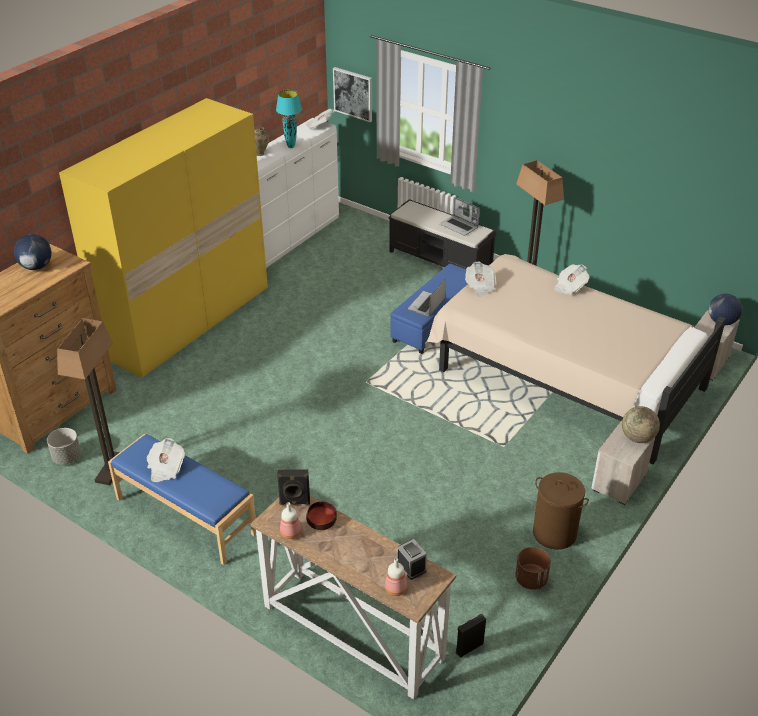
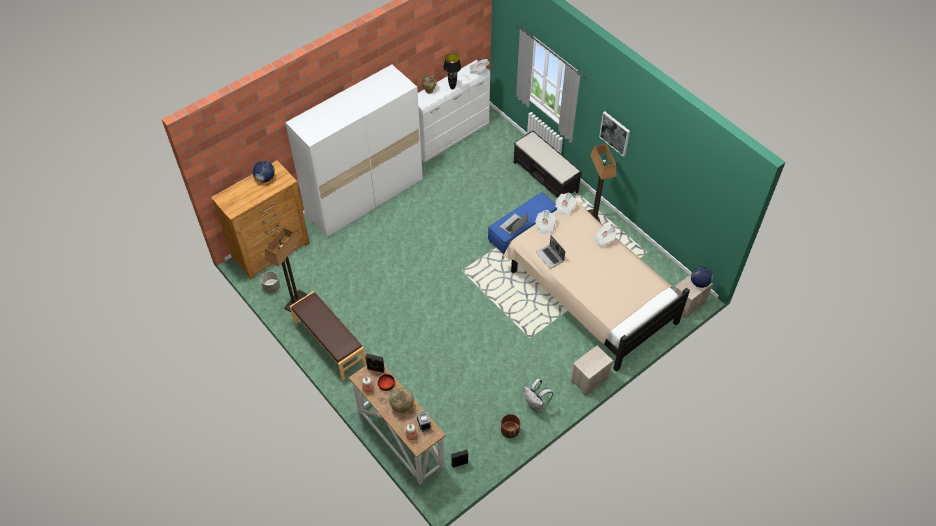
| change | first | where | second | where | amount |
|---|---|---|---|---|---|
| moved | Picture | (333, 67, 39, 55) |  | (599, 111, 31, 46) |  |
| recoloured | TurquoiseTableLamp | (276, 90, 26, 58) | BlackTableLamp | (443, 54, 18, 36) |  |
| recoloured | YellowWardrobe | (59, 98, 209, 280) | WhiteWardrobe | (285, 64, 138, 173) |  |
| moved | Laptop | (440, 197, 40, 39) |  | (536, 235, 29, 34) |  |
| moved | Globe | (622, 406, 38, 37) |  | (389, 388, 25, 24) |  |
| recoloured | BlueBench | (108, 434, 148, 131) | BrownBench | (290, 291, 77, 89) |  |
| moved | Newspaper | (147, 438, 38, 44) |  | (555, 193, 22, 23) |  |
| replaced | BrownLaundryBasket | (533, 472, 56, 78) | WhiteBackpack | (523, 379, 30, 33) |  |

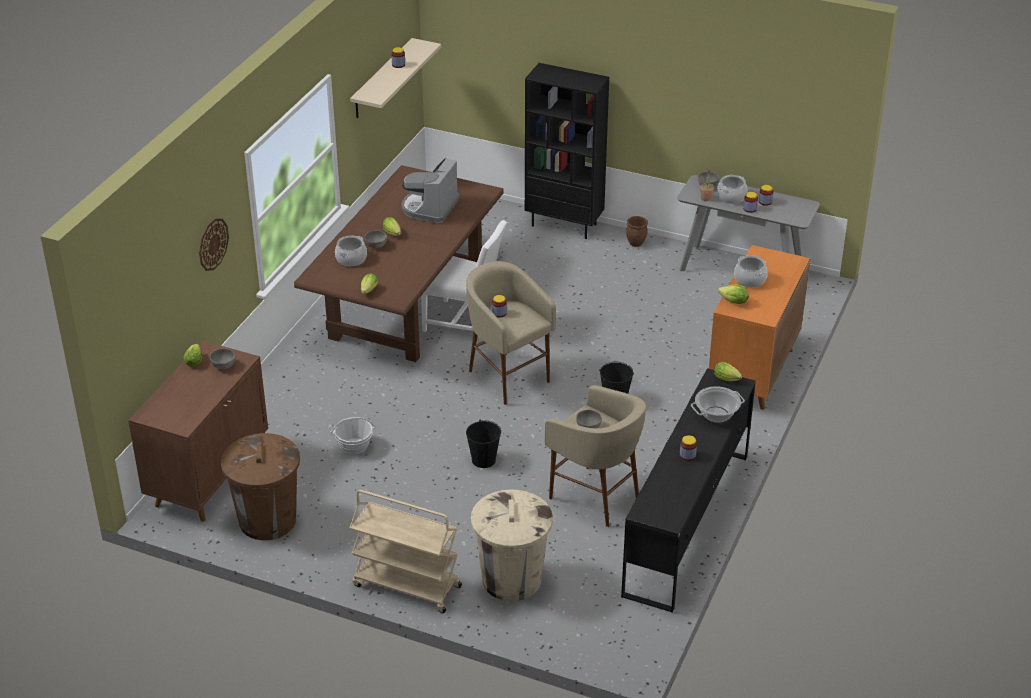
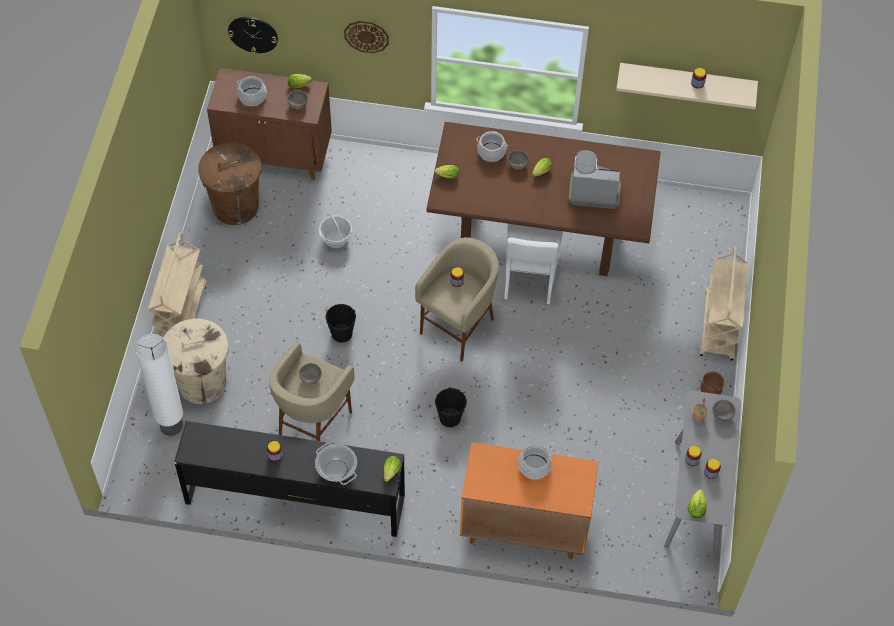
| change | first | where | second | where | amount |
|---|---|---|---|---|---|
| replaced | BlackBookcase | (525, 63, 84, 176) | BeigeCart | (699, 246, 49, 115) |  |
| moved | CookingPot | (717, 175, 31, 29) |  | (237, 76, 30, 30) |  |
| moved | Lettuce | (718, 284, 31, 20) |  | (687, 489, 20, 30) |  |
| added |  |  | WallClock | (228, 17, 50, 37) |  |
| added |  |  | WhiteFloorLamp | (135, 334, 48, 102) |  |

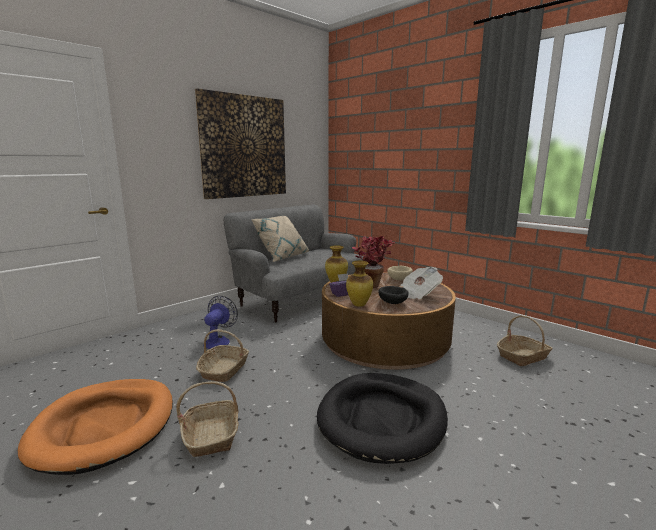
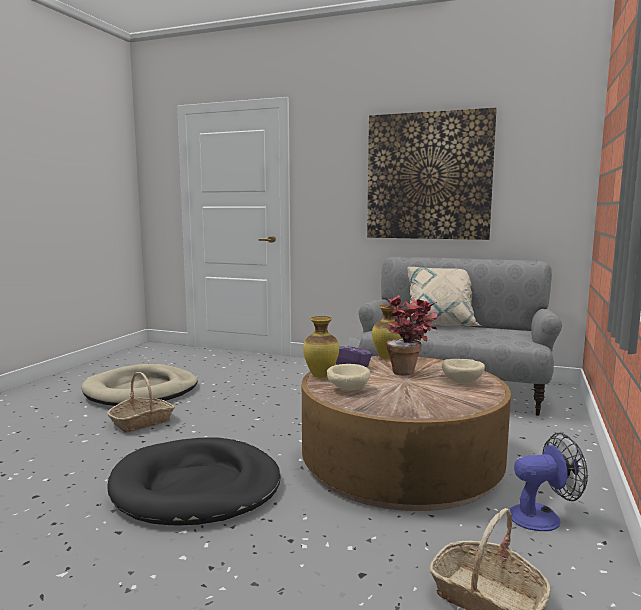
| change | first | where | second | where | amount |
|---|---|---|---|---|---|
| removed | Newspaper | (400, 267, 43, 32) |  |  |  |
| recoloured | BlackBowl | (378, 286, 31, 18) | BeigeBowl | (327, 364, 43, 26) |  |
| moved | Fan | (204, 296, 34, 53) |  | (509, 433, 79, 98) |  |
| removed | Basket | (196, 329, 53, 53) |  |  |  |
| recoloured | OrangeDogBed | (18, 379, 155, 96) | BeigeDogBed | (81, 364, 117, 42) |  |

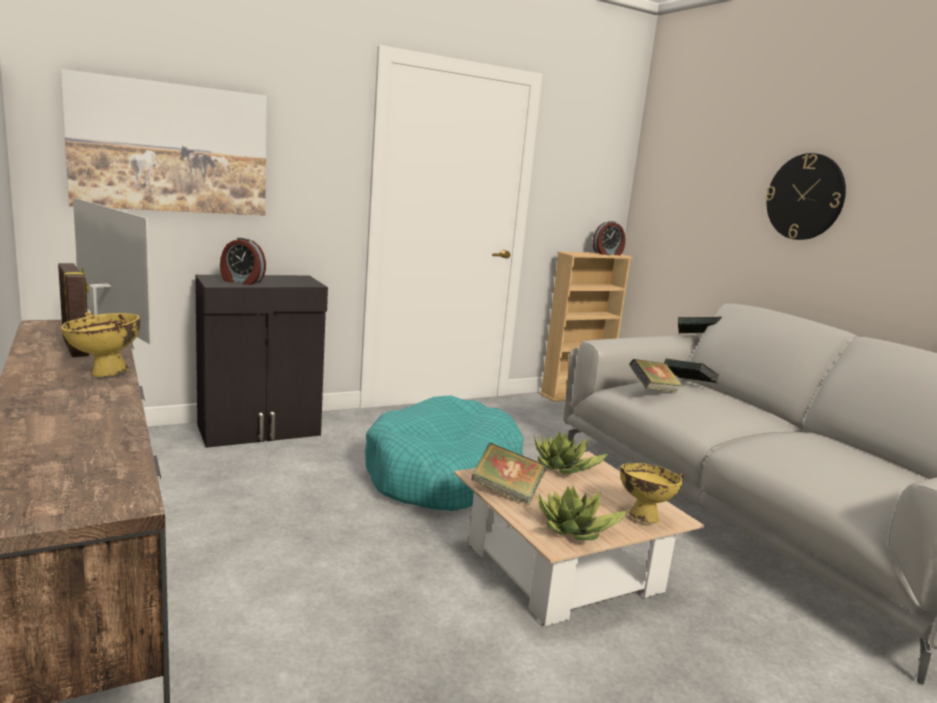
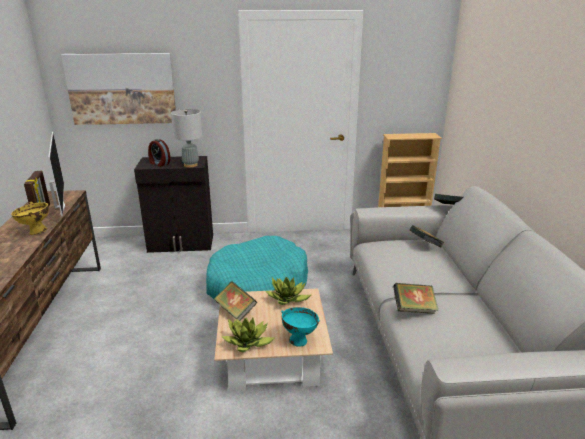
| change | first | where | second | where | amount |
|---|---|---|---|---|---|
| removed | WallClock | (766, 153, 80, 87) |  |  |  |
| removed | AlarmClock | (592, 221, 33, 34) |  |  |  |
| moved | Book | (629, 359, 54, 34) |  | (393, 283, 45, 31) |  |
| recoloured | YellowBowl | (620, 463, 64, 60) | TurquoiseBowl | (281, 307, 39, 40) |  |
| added |  |  | GreyTableLamp | (171, 109, 32, 58) |  |

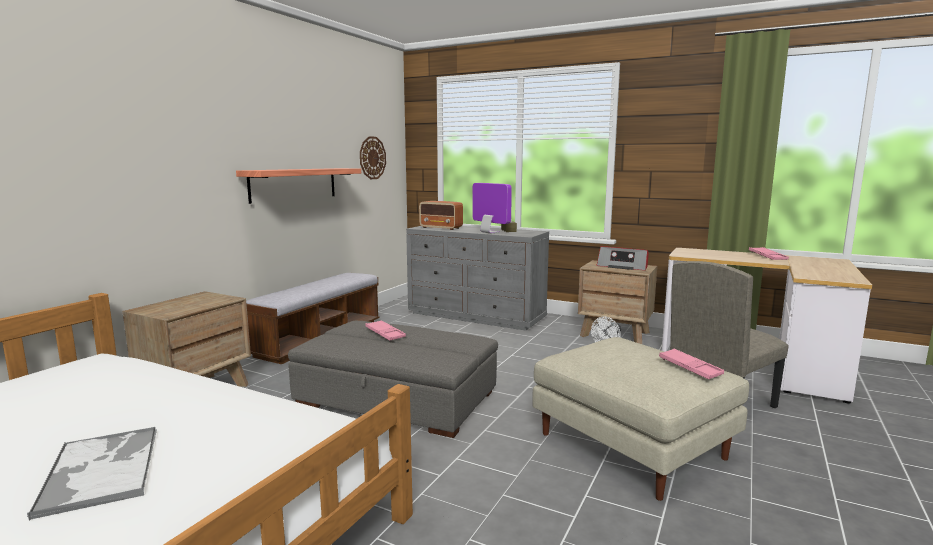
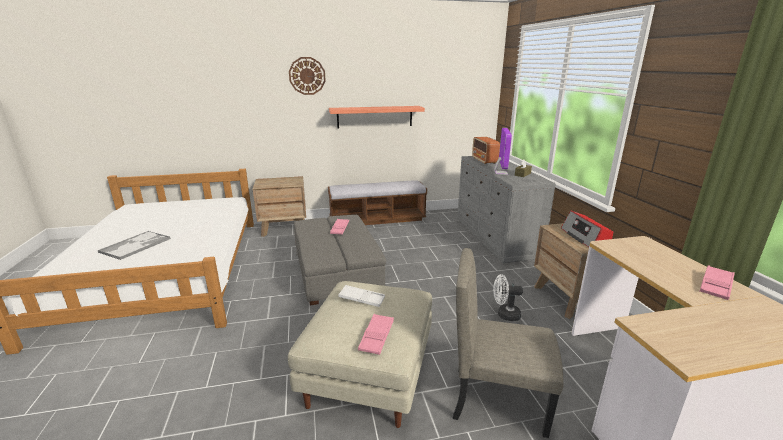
| change | first | where | second | where | amount |
|---|---|---|---|---|---|
| moved | WallClock | (360, 136, 26, 43) |  | (289, 57, 37, 38) |  |
| added |  |  | WhiteTray | (338, 285, 47, 22) |  |

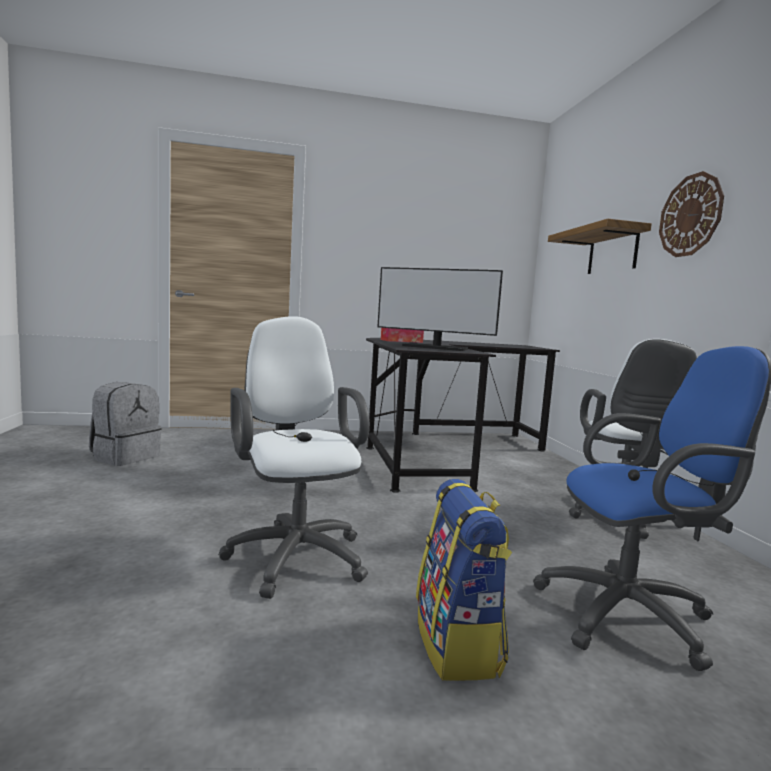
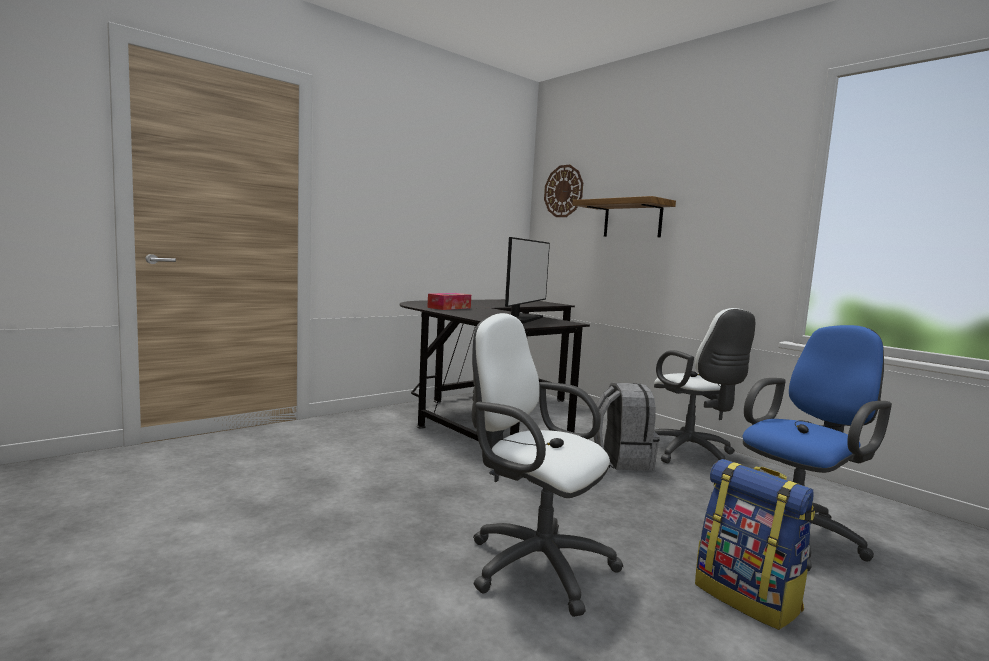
| change | first | where | second | where | amount |
|---|---|---|---|---|---|
| moved | WallClock | (659, 171, 65, 86) |  | (544, 165, 39, 52) |  |
| turned | Monitor | (377, 267, 126, 84) |  | (505, 237, 45, 86) | 60 degrees counterclockwise |
| moved | GreyBackpack | (89, 382, 73, 84) |  | (592, 383, 68, 88) |  |

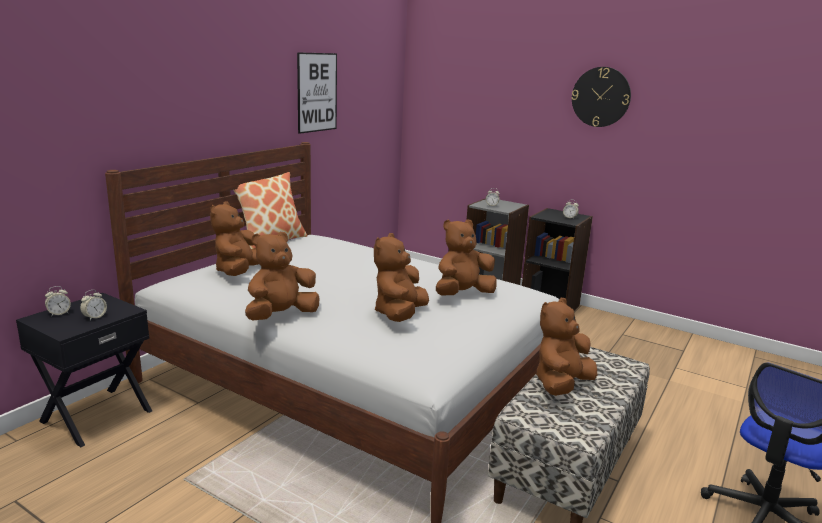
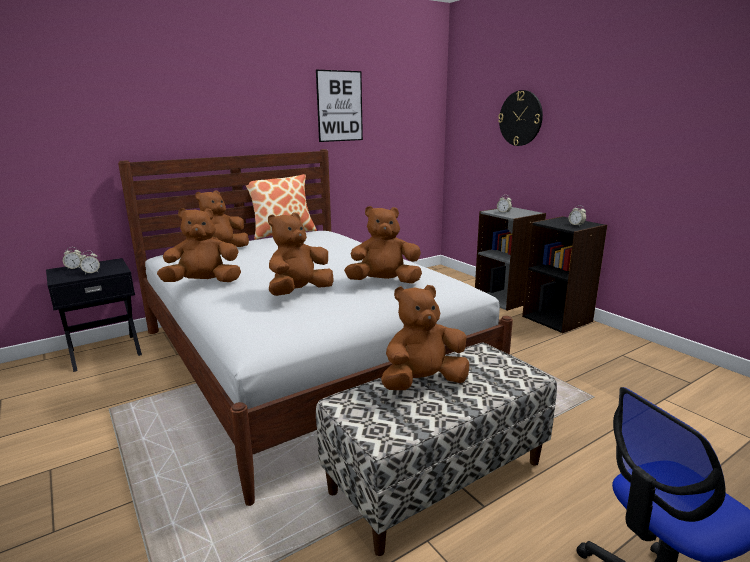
| change | first | where | second | where | amount |
|---|---|---|---|---|---|
| moved | WallClock | (572, 67, 59, 60) |  | (498, 90, 45, 56) |  |

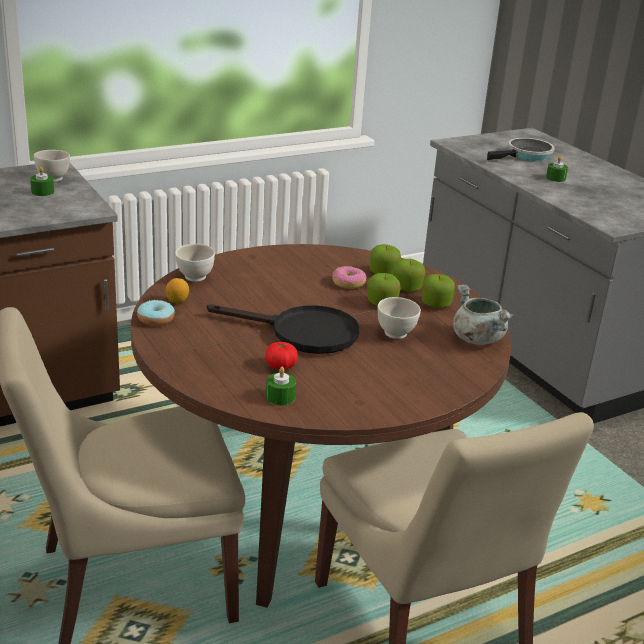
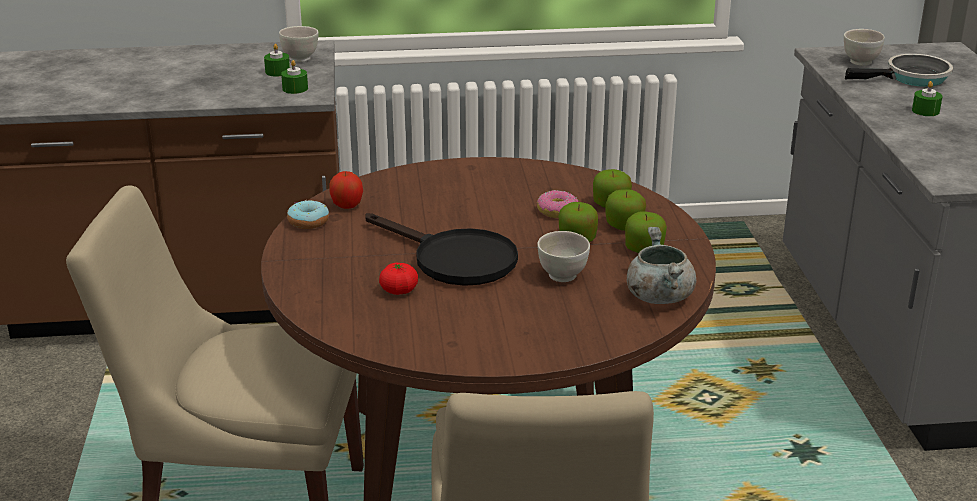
| change | first | where | second | where | amount |
|---|---|---|---|---|---|
| moved | WhiteBowl | (175, 244, 40, 38) |  | (844, 29, 41, 37) |  |
| replaced | Lemon | (166, 278, 23, 25) | Apple | (329, 171, 34, 38) |  |
| moved | GreenCandle | (266, 367, 30, 38) |  | (281, 60, 27, 34) |  |

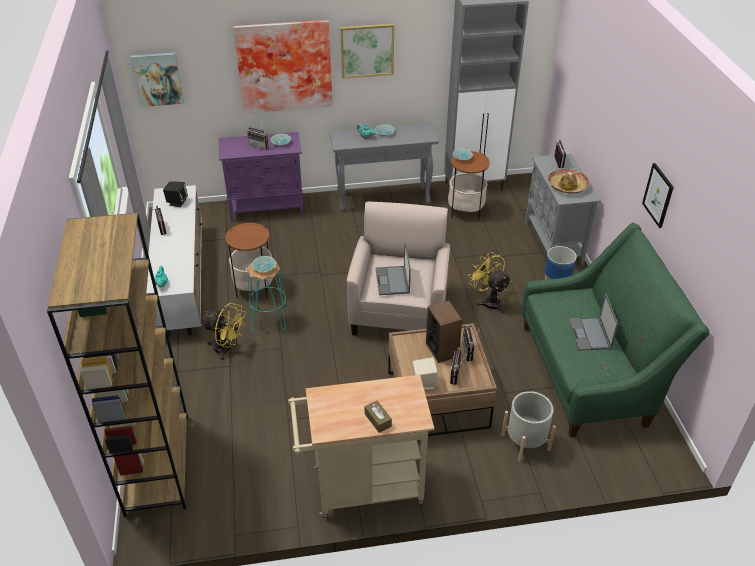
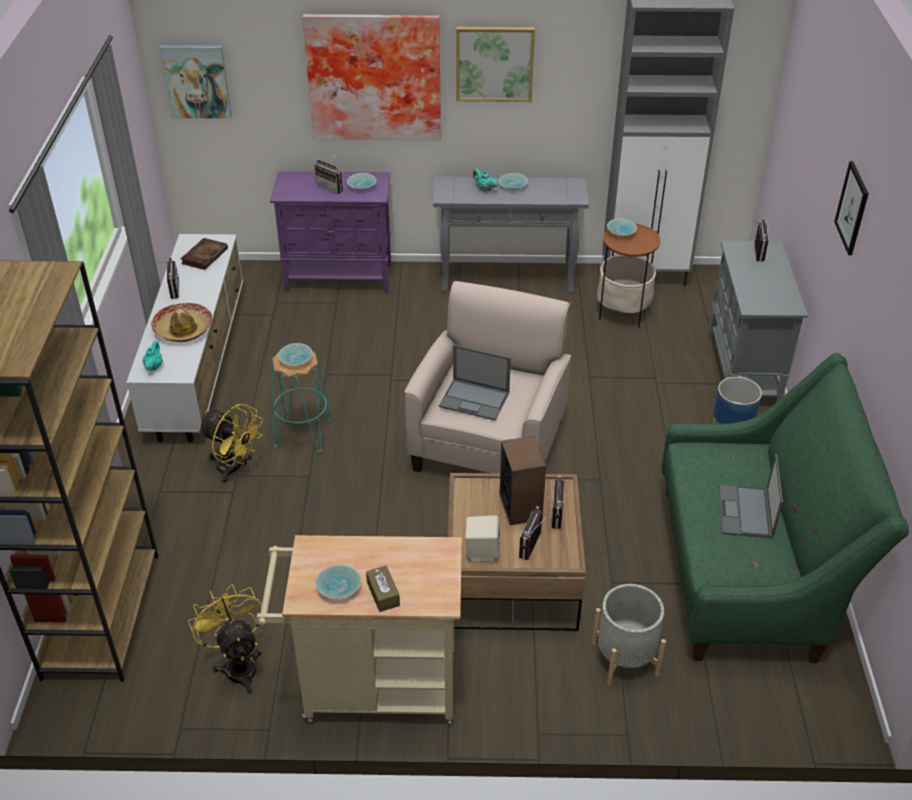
| change | first | where | second | where | amount |
|---|---|---|---|---|---|
| moved | Picture | (642, 163, 32, 65) |  | (834, 161, 35, 94) |  |
| moved | Hat | (548, 169, 42, 25) |  | (151, 303, 61, 39) |  |
| replaced | BlackSpeaker | (163, 181, 25, 26) | Book | (180, 238, 48, 32) |  |
| removed | SideTable | (225, 223, 48, 76) |  |  |  |
| turned | Laptop | (375, 242, 36, 53) |  | (439, 345, 72, 75) | 75 degrees counterclockwise |
| moved | YellowFan | (468, 252, 43, 61) |  | (188, 584, 74, 110) |  |
| added |  |  | TurquoiseBowl | (315, 565, 46, 34) |  |

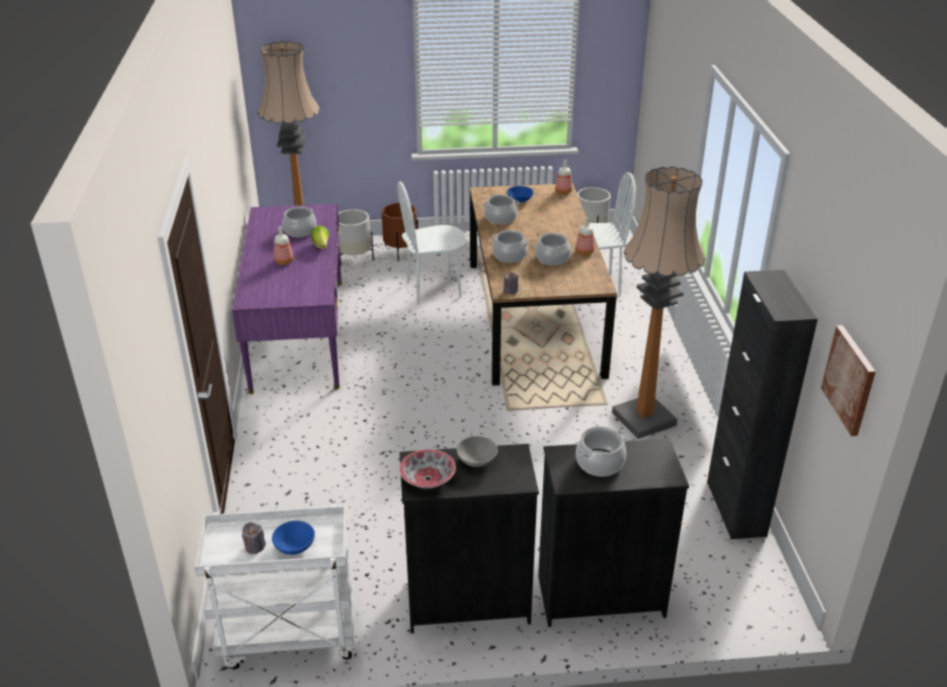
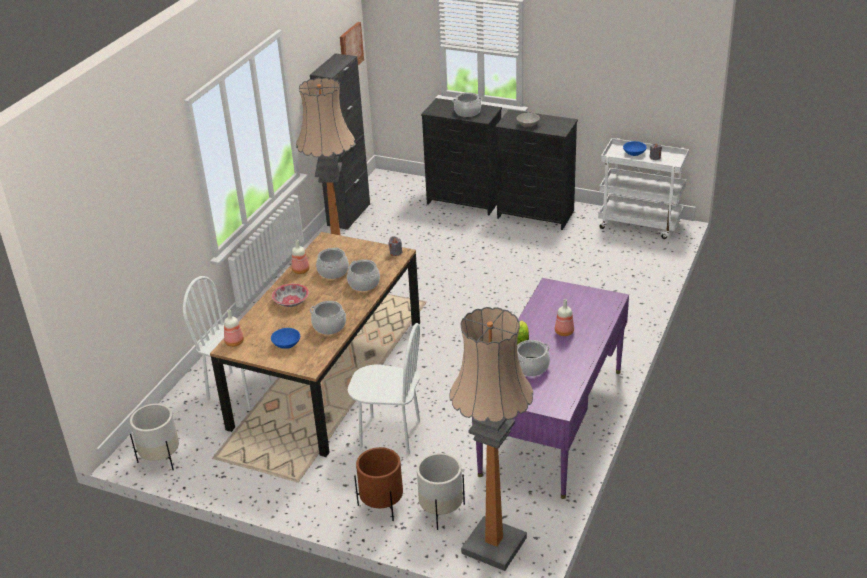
| change | first | where | second | where | amount |
|---|---|---|---|---|---|
| moved | Bowl | (399, 449, 57, 40) |  | (272, 284, 37, 23) |  |

